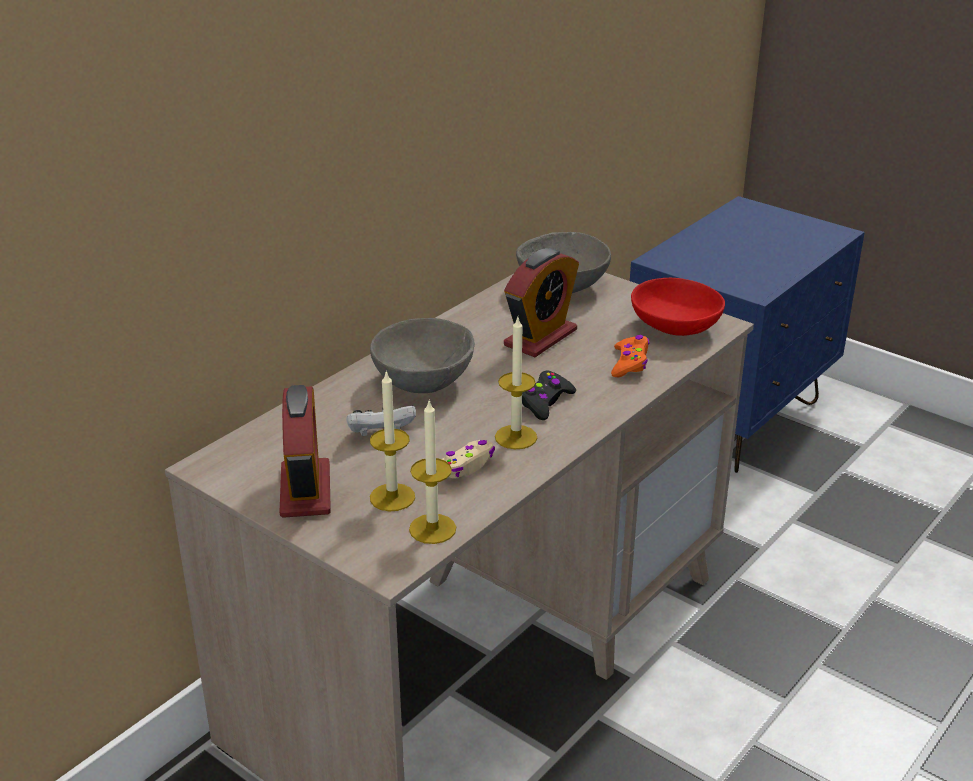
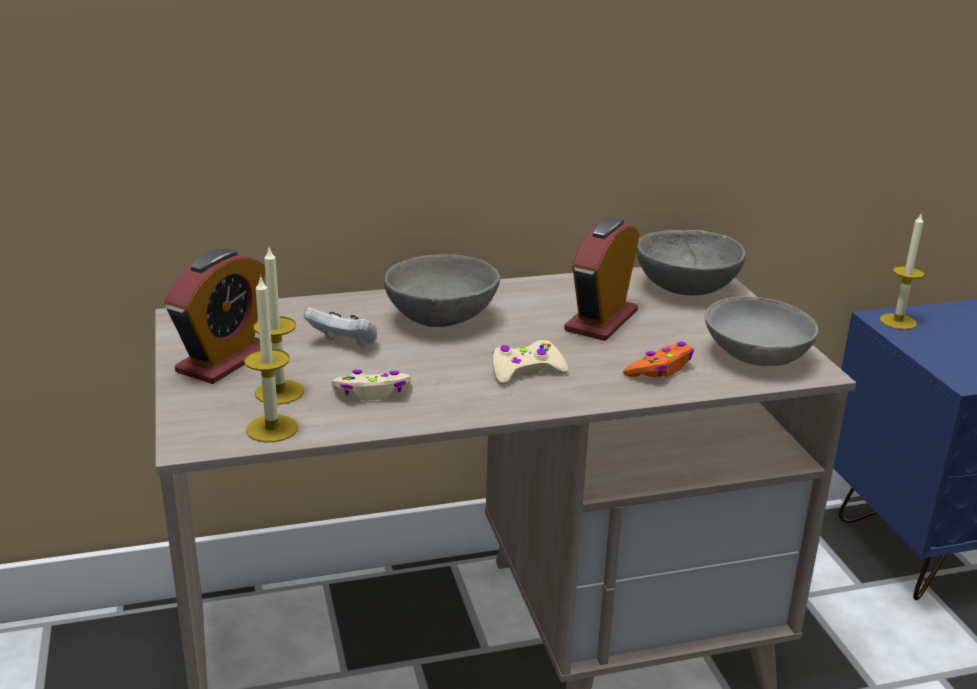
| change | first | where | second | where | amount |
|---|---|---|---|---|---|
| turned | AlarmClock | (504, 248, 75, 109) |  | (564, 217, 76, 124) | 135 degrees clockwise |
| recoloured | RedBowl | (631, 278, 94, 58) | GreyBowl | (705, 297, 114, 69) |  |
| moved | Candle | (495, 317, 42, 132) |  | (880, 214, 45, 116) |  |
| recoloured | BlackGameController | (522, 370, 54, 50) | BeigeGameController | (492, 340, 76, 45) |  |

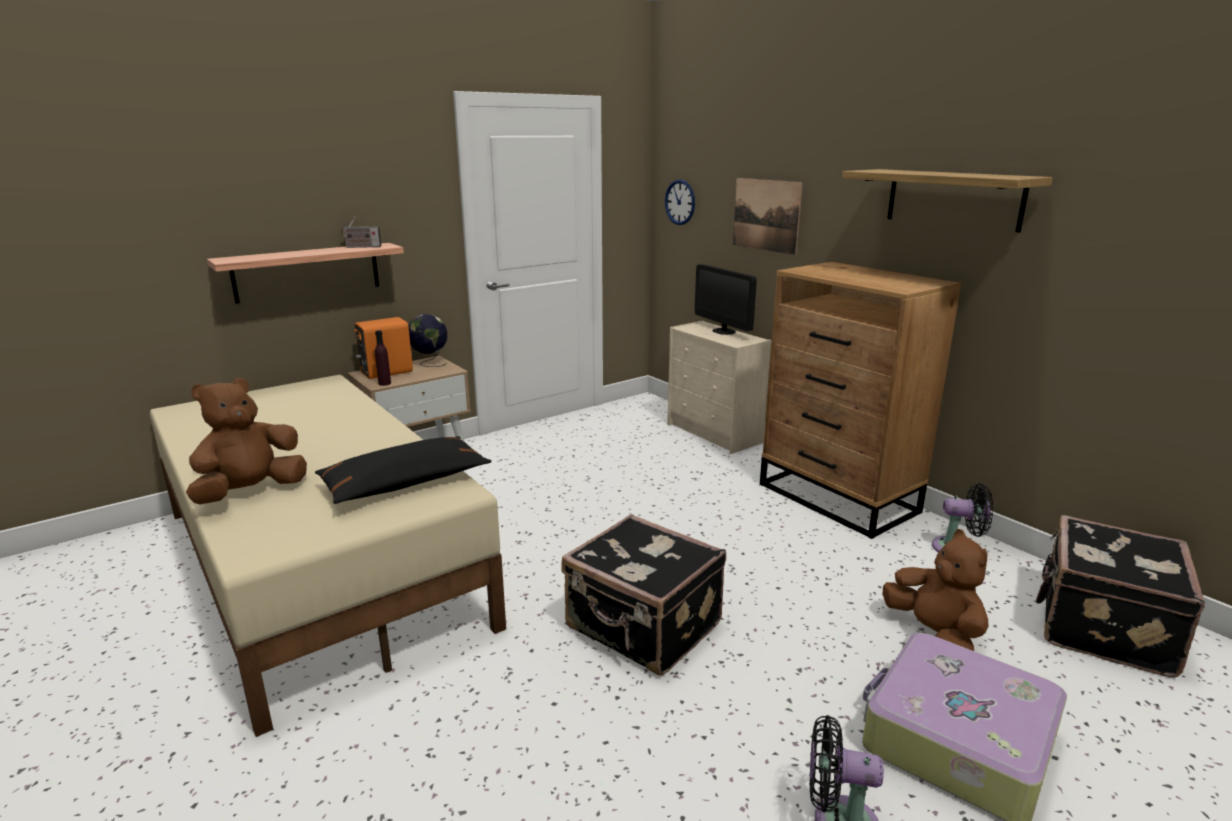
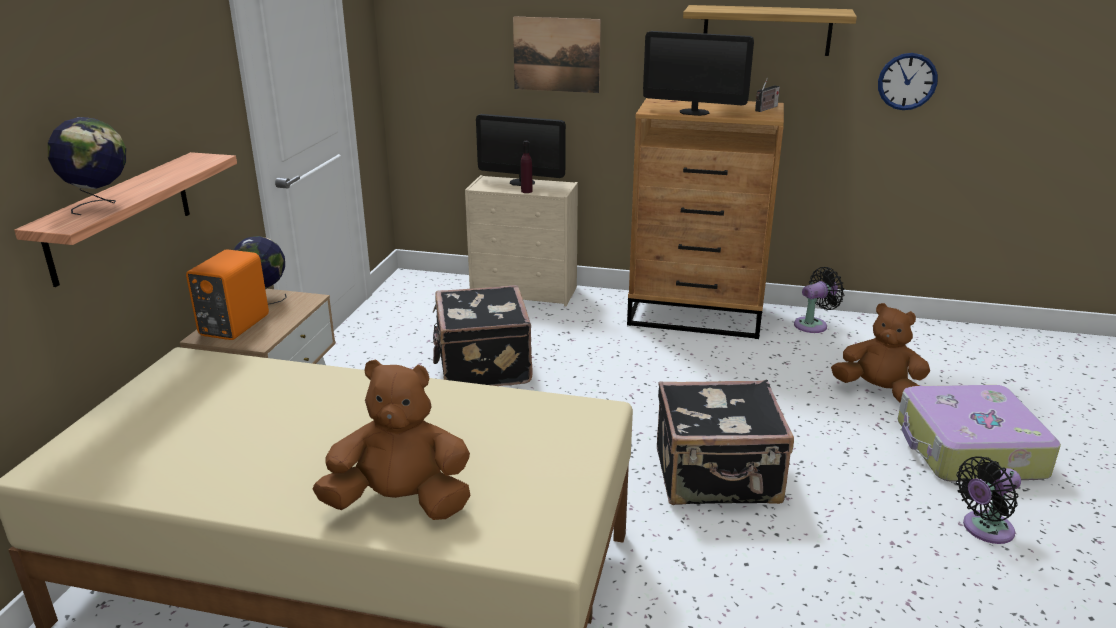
| change | first | where | second | where | amount |
|---|---|---|---|---|---|
| moved | WallClock | (665, 179, 30, 46) |  | (878, 53, 60, 57) |  |
| moved | Radio | (341, 216, 40, 32) |  | (755, 78, 25, 34) |  |
| moved | PurpleBottle | (375, 330, 16, 56) |  | (521, 141, 12, 52) |  |
| turned | BrownPlushToy | (186, 378, 121, 126) |  | (313, 360, 158, 160) | 90 degrees clockwise |
| removed | BlackPillow | (315, 436, 177, 68) |  |  |  |
| moved | BlackSuitcase | (1035, 515, 170, 163) |  | (433, 285, 100, 101) |  |
| added |  |  | Monitor | (643, 31, 111, 85) |  |
| added |  |  | Globe | (48, 117, 78, 98) |  |

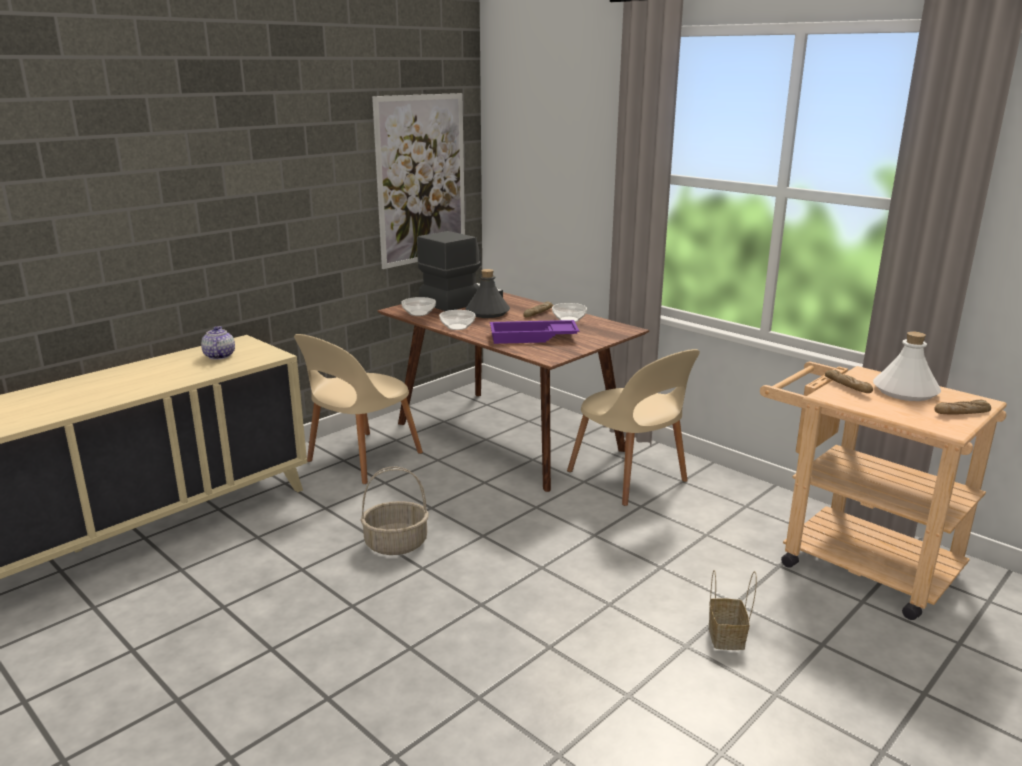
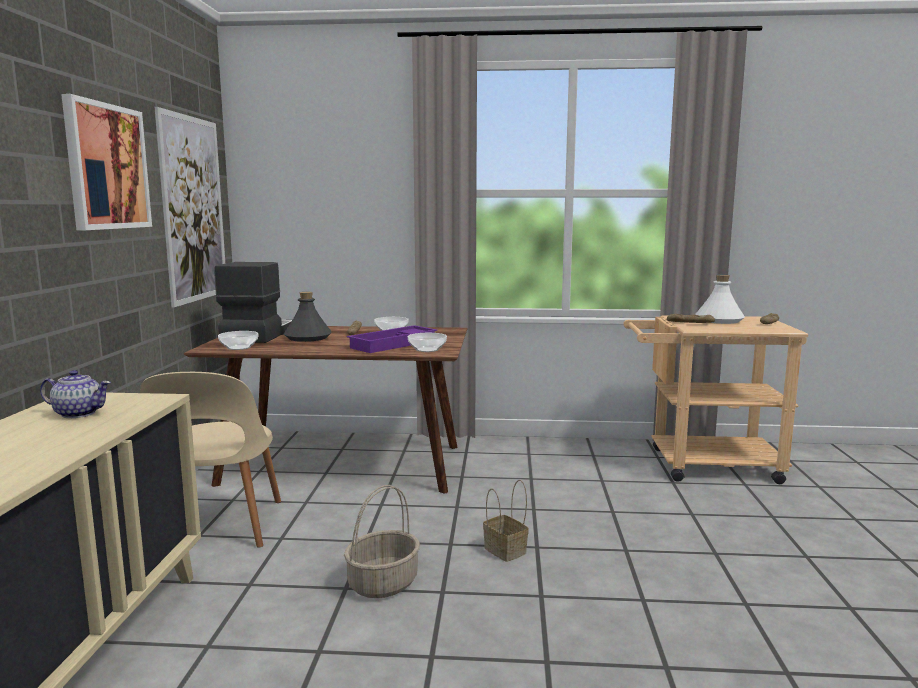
| change | first | where | second | where | amount |
|---|---|---|---|---|---|
| moved | Bowl | (439, 310, 37, 20) |  | (408, 333, 39, 19) |  |
| turned | Teapot | (201, 326, 34, 34) |  | (40, 370, 71, 48) | 150 degrees clockwise |
| removed | BeigeChair | (567, 349, 133, 157) |  |  |  |
| moved | Basket | (709, 570, 48, 80) |  | (483, 480, 46, 82) |  |
| added |  |  | Picture | (61, 94, 91, 136) |  |

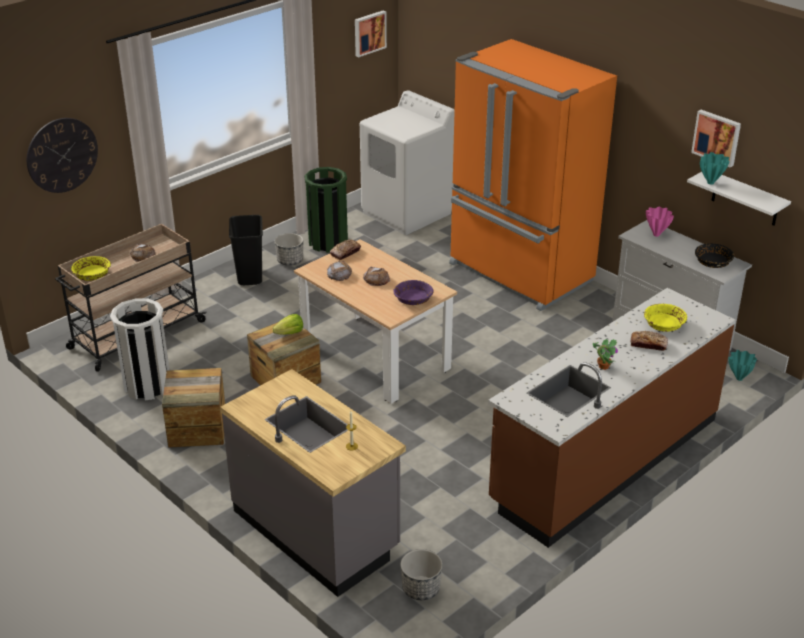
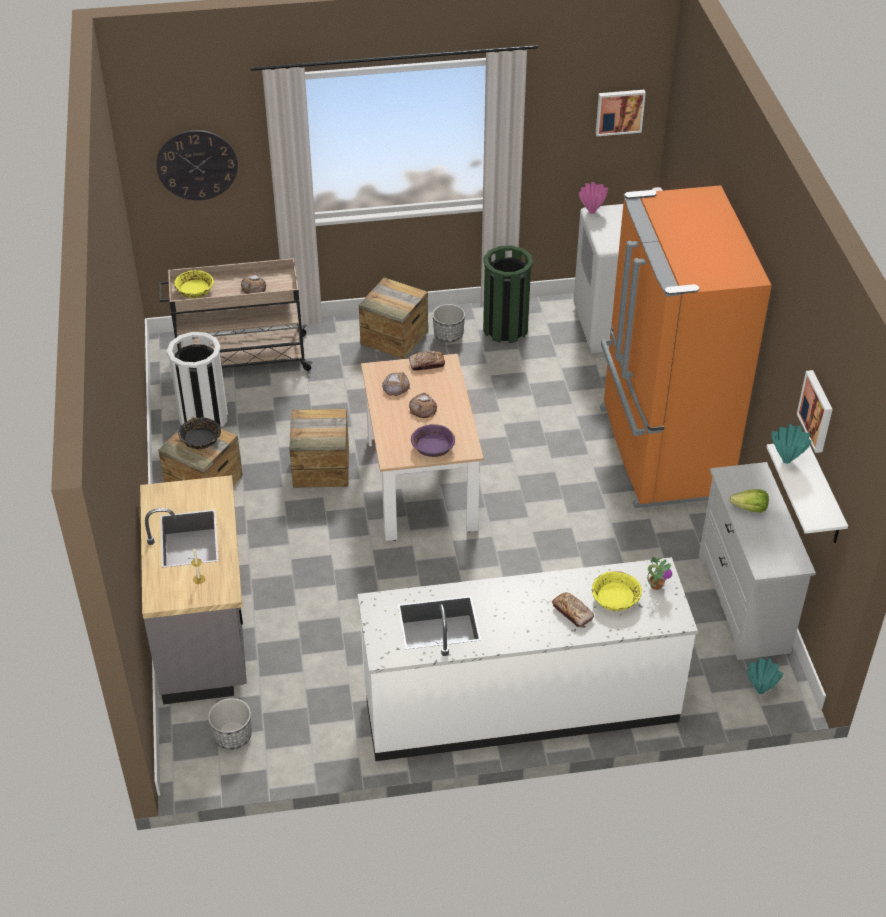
| change | first | where | second | where | amount |
|---|---|---|---|---|---|
| moved | PinkVase | (646, 207, 28, 30) |  | (579, 182, 29, 32) |  |
| replaced | BlackTrashCan | (229, 215, 34, 70) | Crate | (359, 277, 69, 82) |  |
| moved | BlackBowl | (695, 244, 39, 24) |  | (179, 417, 42, 32) |  |
| recoloured | BrownCounter | (488, 288, 248, 260) | WhiteCounter | (358, 557, 340, 204) |  |
| moved | Lettuce | (272, 314, 31, 21) |  | (730, 489, 39, 24) |  |
| moved | PottedPlant | (593, 339, 25, 31) |  | (647, 557, 25, 33) |  |

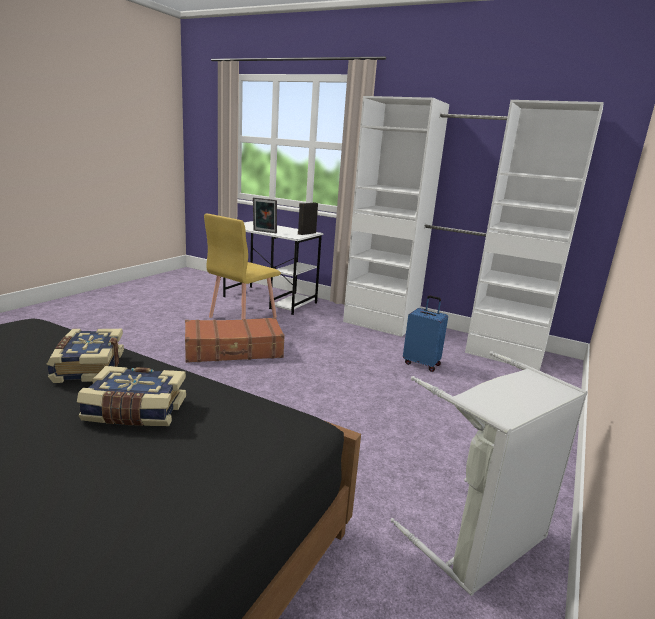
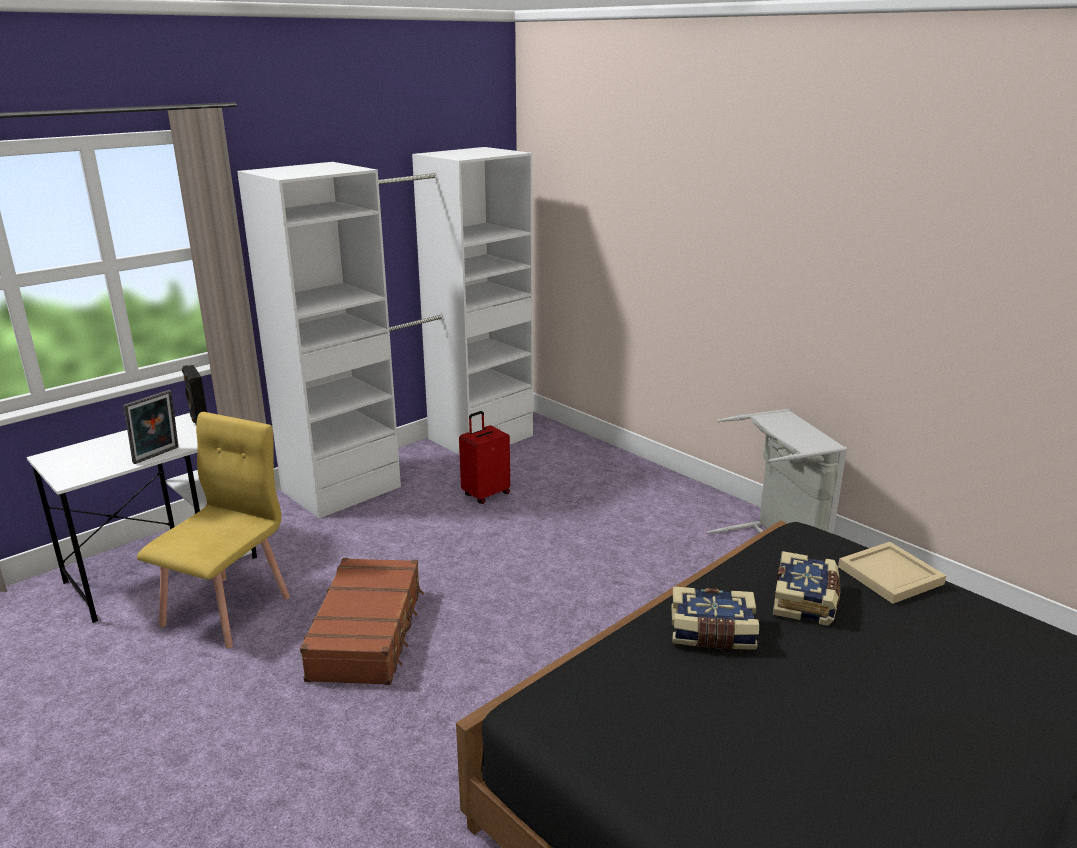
| change | first | where | second | where | amount |
|---|---|---|---|---|---|
| turned | YellowChair | (204, 213, 77, 107) |  | (137, 412, 153, 237) | 120 degrees counterclockwise |
| recoloured | BlueSuitcase | (403, 296, 45, 76) | RedSuitcase | (459, 411, 51, 93) |  |
| added |  |  | BeigeTray | (838, 542, 108, 62) |  |

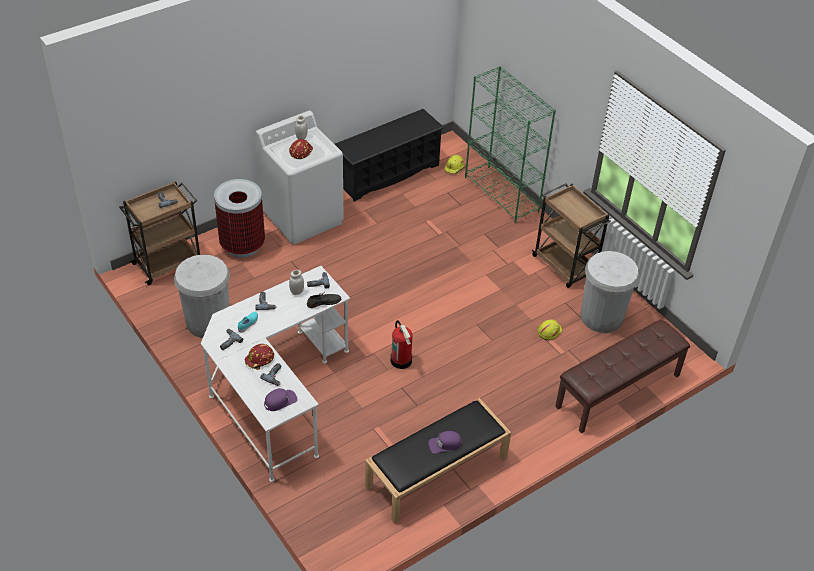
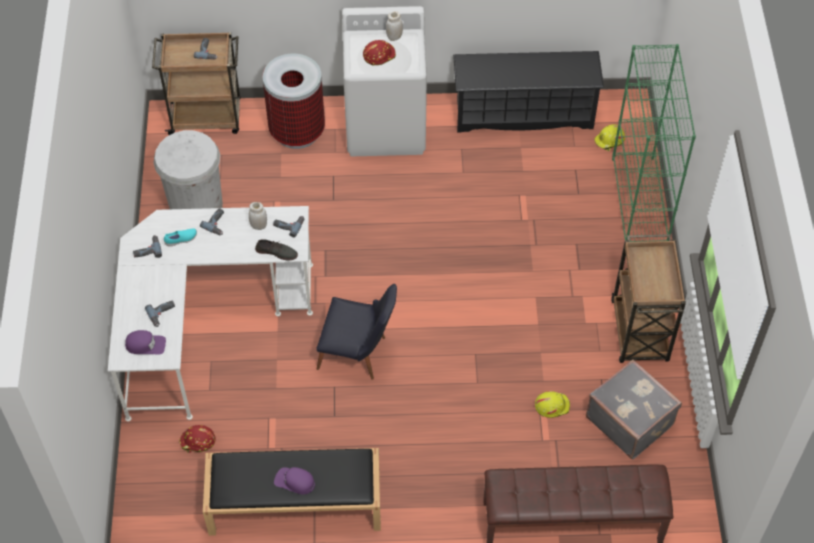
| change | first | where | second | where | amount |
|---|---|---|---|---|---|
| replaced | WhiteTrashCan | (581, 251, 58, 82) | GreySuitcase | (585, 359, 97, 100) |  |
| replaced | FireExtinguisher | (391, 320, 21, 49) | BlackChair | (316, 284, 81, 96) |  |
| moved | RedHardHat | (244, 344, 30, 26) |  | (180, 425, 36, 28) |  |

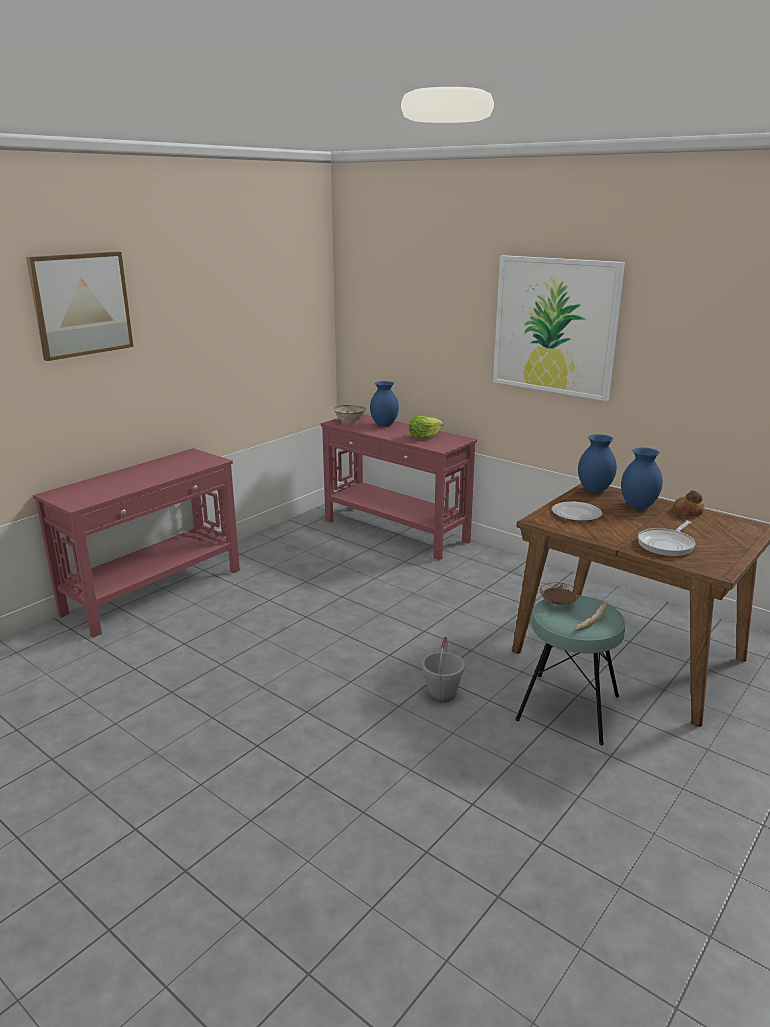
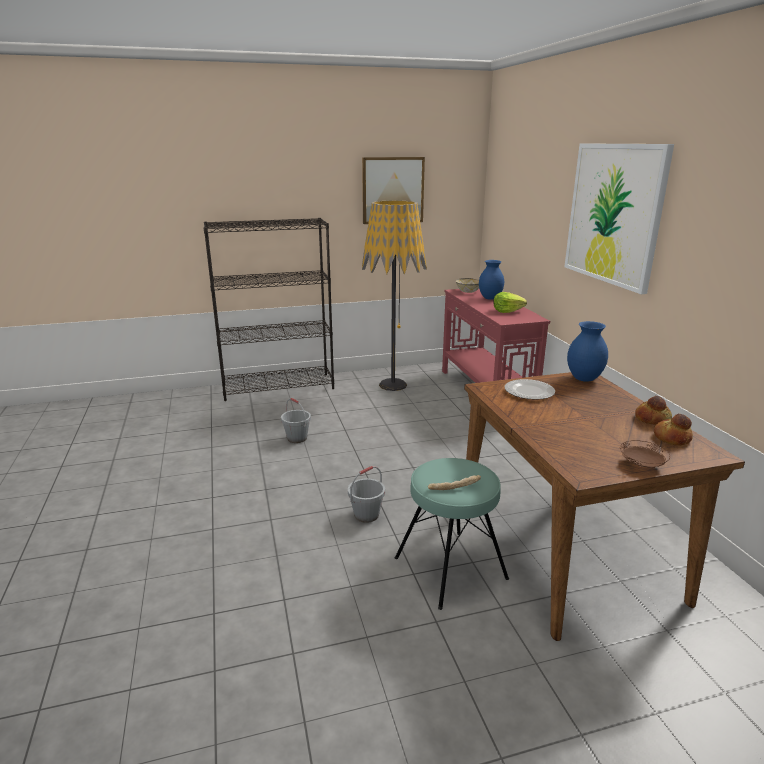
| change | first | where | second | where | amount |
|---|---|---|---|---|---|
| moved | Picture | (26, 252, 107, 109) |  | (362, 157, 63, 67) |  |
| replaced | RedConsoleTable | (33, 448, 207, 190) | BlackBookcase | (204, 218, 130, 183) |  |
| removed | BlueVase | (621, 448, 42, 61) |  |  |  |
| removed | FryingPan | (638, 521, 57, 35) |  |  |  |
| moved | BrownPlate | (540, 583, 40, 22) |  | (620, 440, 50, 27) |  |
| added |  |  | FloorLamp | (362, 201, 65, 190) |  |
| added |  |  | GreyBucket | (281, 398, 30, 45) |  |
| added |  |  | Bread | (654, 414, 39, 32) |  |

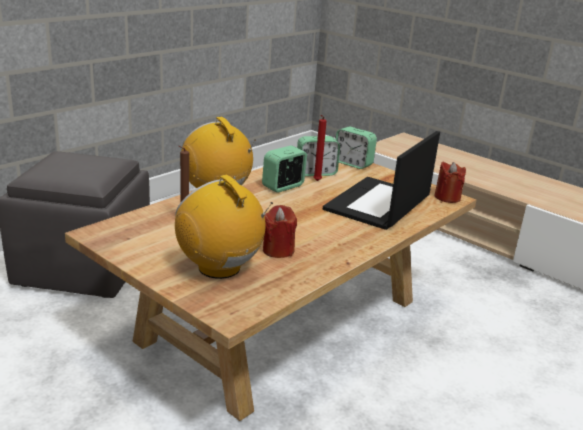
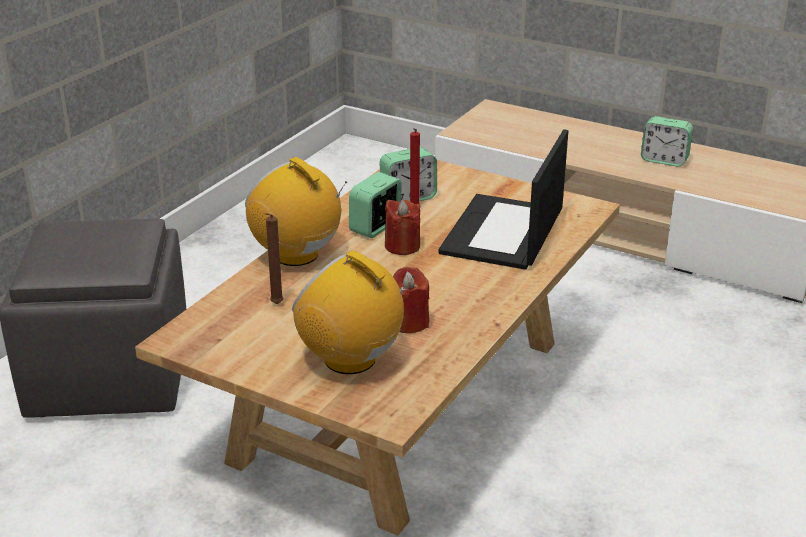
| change | first | where | second | where | amount |
|---|---|---|---|---|---|
| moved | AlarmClock | (335, 127, 42, 42) |  | (641, 116, 52, 51) |  |
| moved | RedCandle | (434, 162, 32, 41) |  | (385, 200, 35, 55) |  |

